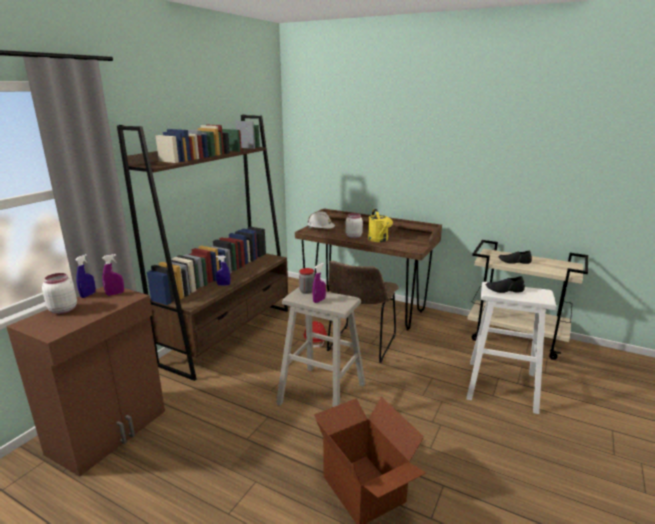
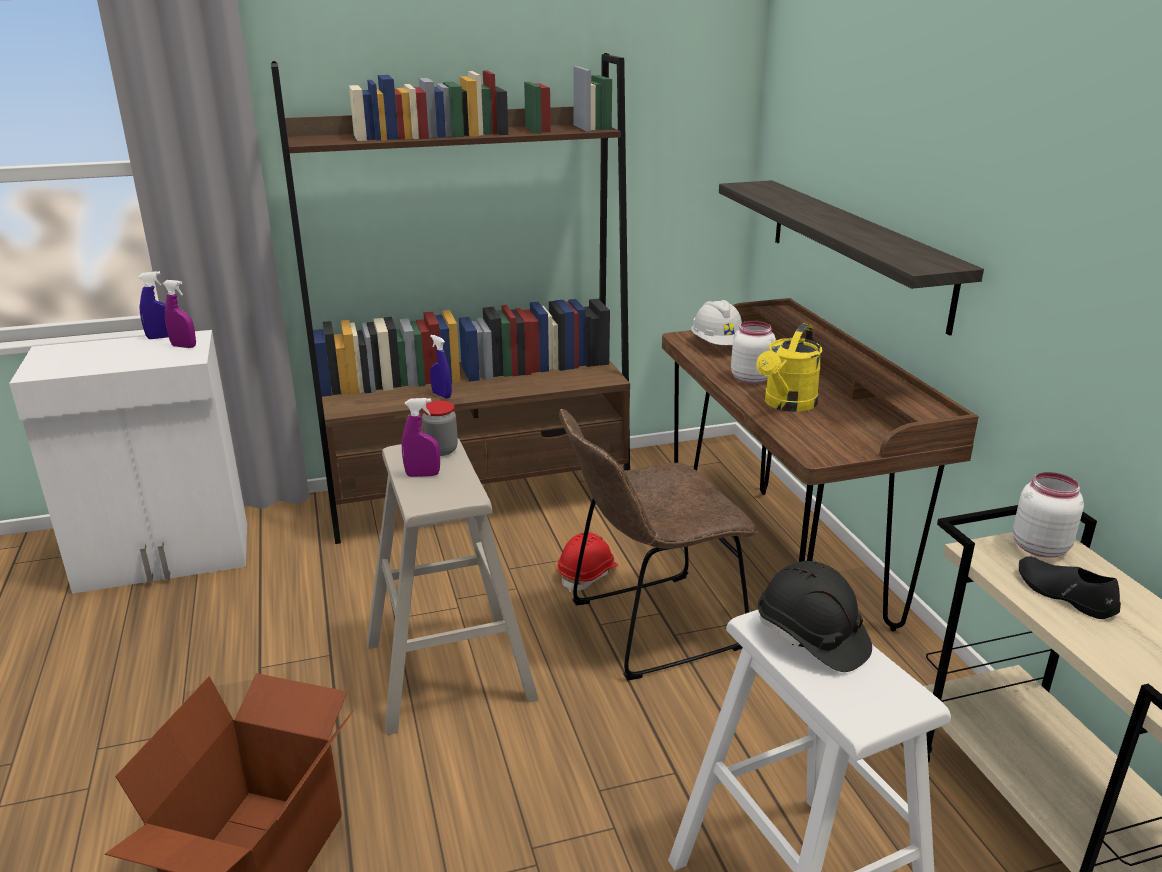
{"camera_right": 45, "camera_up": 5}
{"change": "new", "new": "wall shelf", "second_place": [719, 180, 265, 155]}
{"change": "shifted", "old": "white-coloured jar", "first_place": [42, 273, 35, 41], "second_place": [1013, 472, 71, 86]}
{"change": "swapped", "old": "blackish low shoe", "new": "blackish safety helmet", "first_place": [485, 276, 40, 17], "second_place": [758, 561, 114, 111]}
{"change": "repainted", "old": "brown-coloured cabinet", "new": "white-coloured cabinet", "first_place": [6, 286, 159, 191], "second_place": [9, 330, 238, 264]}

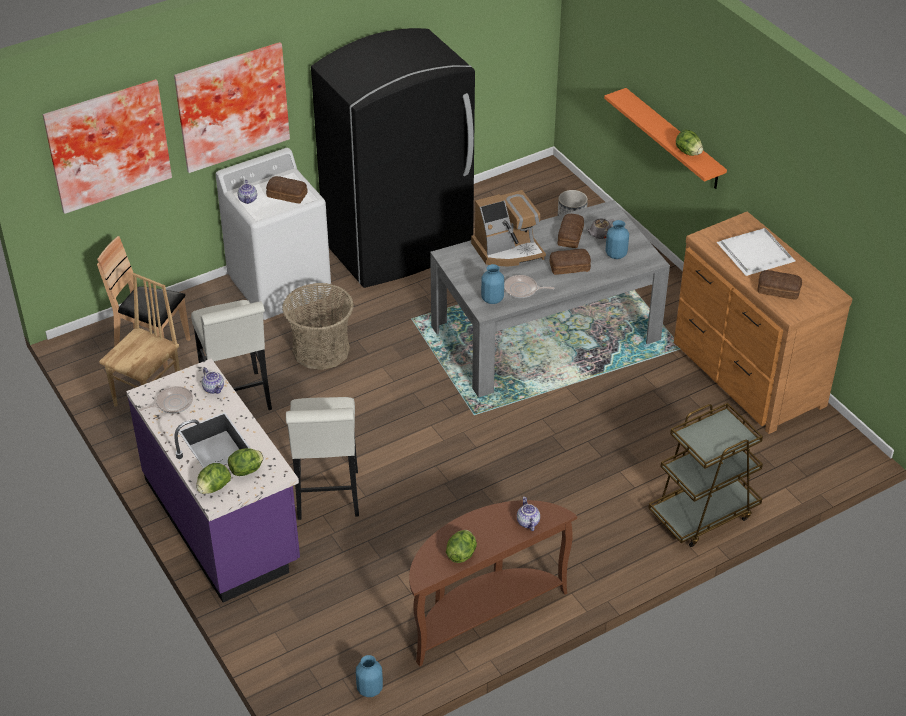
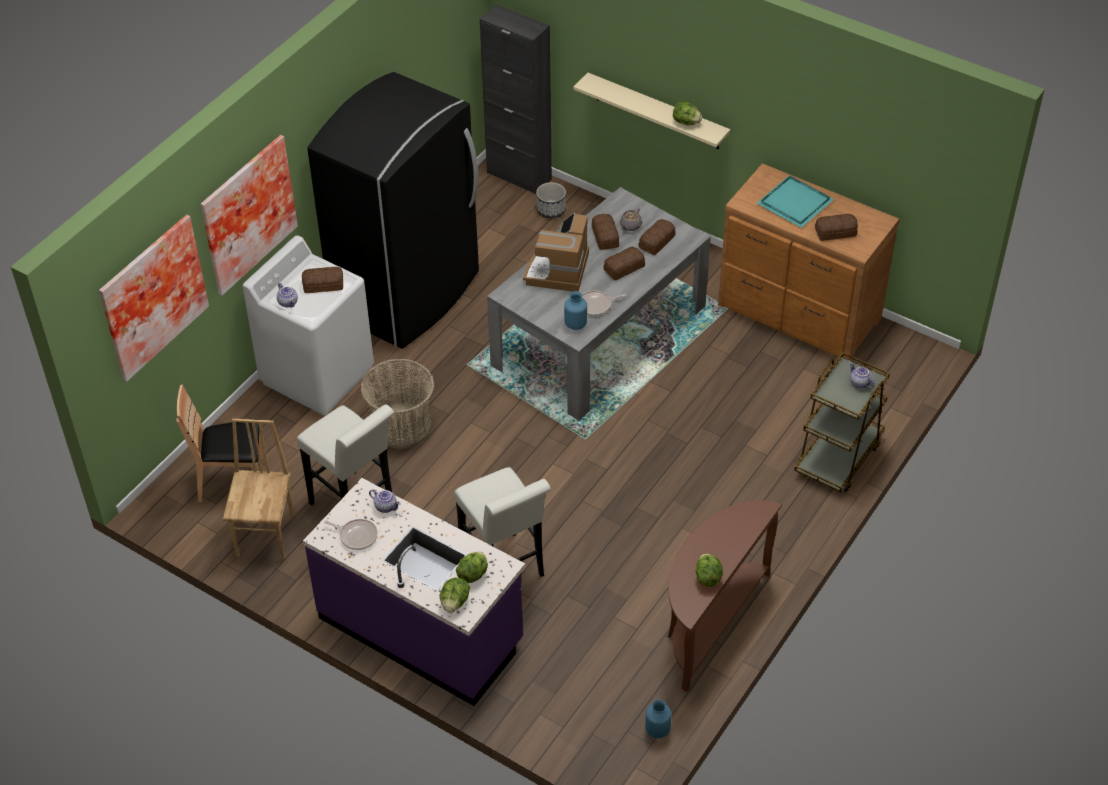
{"camera_right": -25, "camera_up": 5}
{"change": "new", "new": "blackish cabinet", "second_place": [480, 4, 72, 190]}
{"change": "shifted", "old": "teapot", "first_place": [517, 497, 23, 34], "second_place": [849, 362, 25, 27]}
{"change": "swapped", "old": "blue-coloured decorative vase", "new": "bread", "first_place": [606, 220, 23, 39], "second_place": [638, 219, 38, 36]}
{"change": "repainted", "old": "orangey wall shelf", "new": "sand-coloured wall shelf", "first_place": [604, 88, 123, 101], "second_place": [573, 73, 157, 76]}
{"change": "repainted", "old": "white-coloured serving tray", "new": "turquoise serving tray", "first_place": [717, 228, 78, 48], "second_place": [757, 175, 77, 53]}
{"change": "rotated", "old": "pan", "first_place": [139, 386, 54, 27], "second_place": [324, 519, 54, 31], "degrees": 75}
{"change": "rotated", "old": "coffee machine", "first_place": [471, 190, 75, 77], "second_place": [523, 213, 66, 79], "degrees": 150}

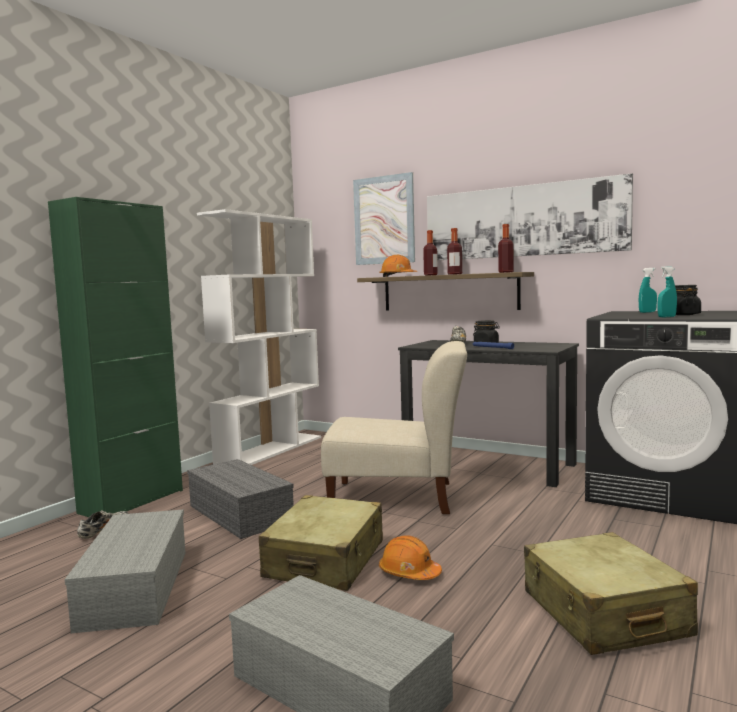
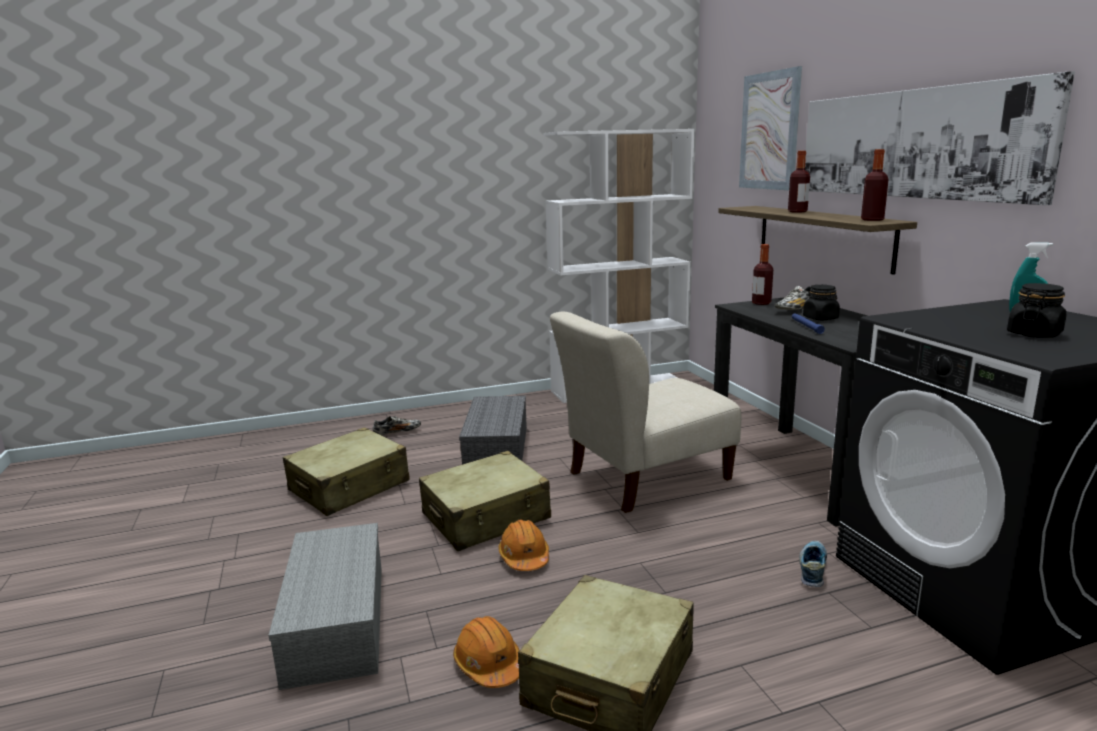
{"camera_right": 40, "camera_up": 10}
{"change": "gone", "old": "green-coloured cabinet", "first_place": [48, 197, 135, 320]}
{"change": "gone", "old": "turquoise sprayer", "first_place": [657, 266, 20, 51]}
{"change": "new", "new": "low shoe", "second_place": [799, 541, 28, 46]}
{"change": "shifted", "old": "orangey safety helmet", "first_place": [379, 255, 39, 22], "second_place": [453, 616, 67, 72]}
{"change": "shifted", "old": "drink bottle", "first_place": [447, 228, 15, 47], "second_place": [752, 244, 21, 61]}
{"change": "swapped", "old": "gray storage container", "new": "sand-coloured travel case", "first_place": [65, 509, 121, 124], "second_place": [283, 427, 127, 89]}
{"change": "rotated", "old": "sand-coloured plain chair", "first_place": [321, 341, 146, 173], "second_place": [550, 312, 191, 201], "degrees": 105}

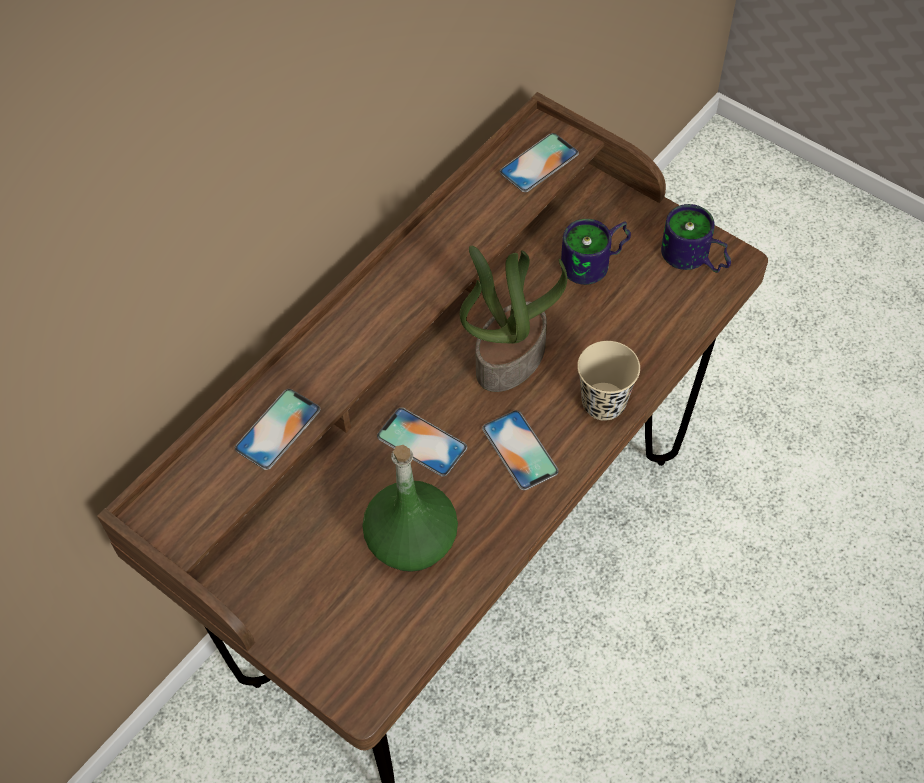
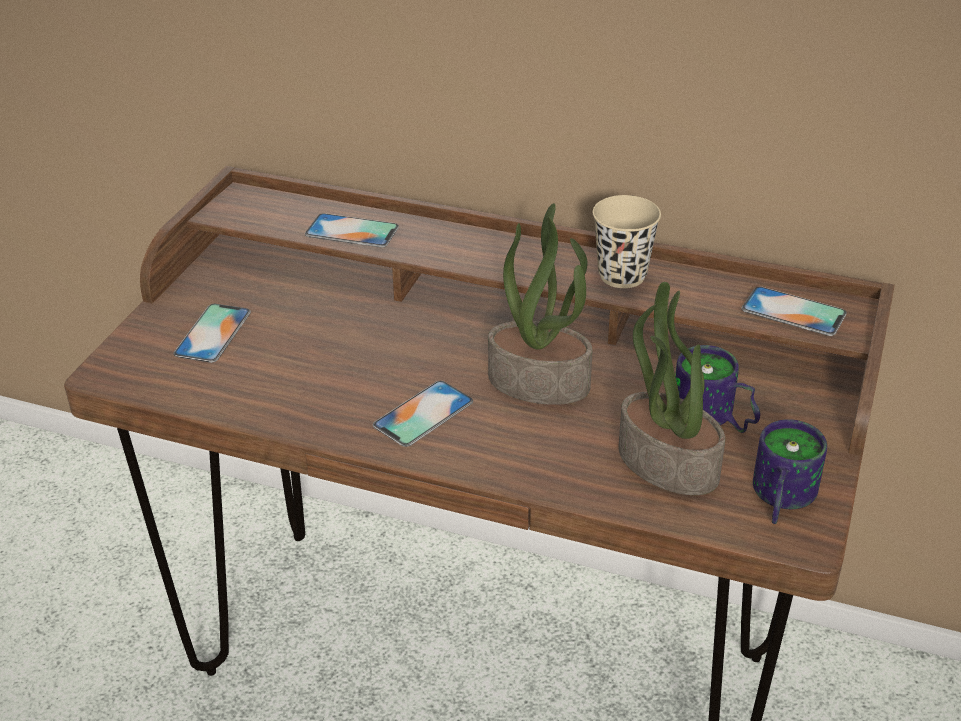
{"camera_right": 70, "camera_up": -20}
{"change": "gone", "old": "green-coloured drink bottle", "first_place": [362, 445, 96, 127]}
{"change": "new", "new": "potted plant", "second_place": [618, 282, 107, 213]}
{"change": "shifted", "old": "phone", "first_place": [377, 407, 90, 69], "second_place": [173, 304, 78, 59]}
{"change": "shifted", "old": "sand-coloured drinking cup", "first_place": [577, 341, 63, 80], "second_place": [593, 195, 68, 93]}

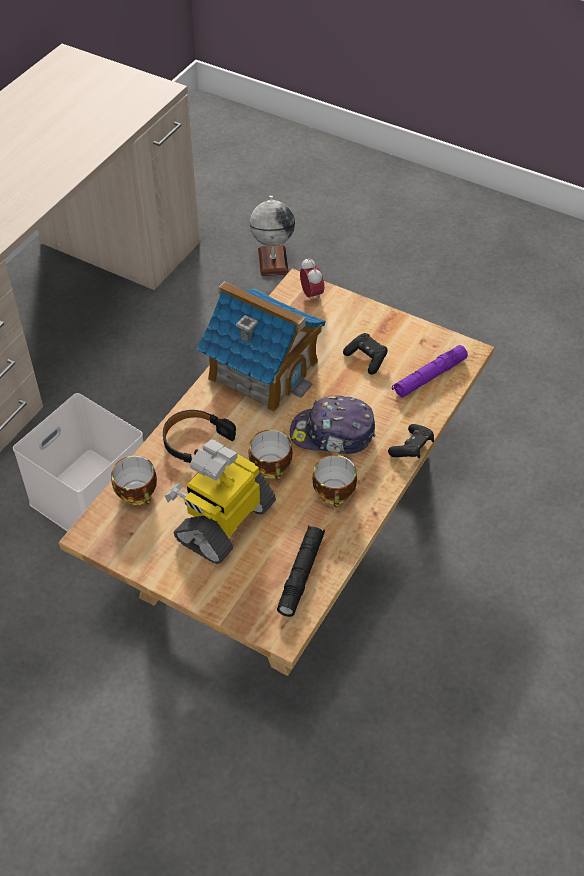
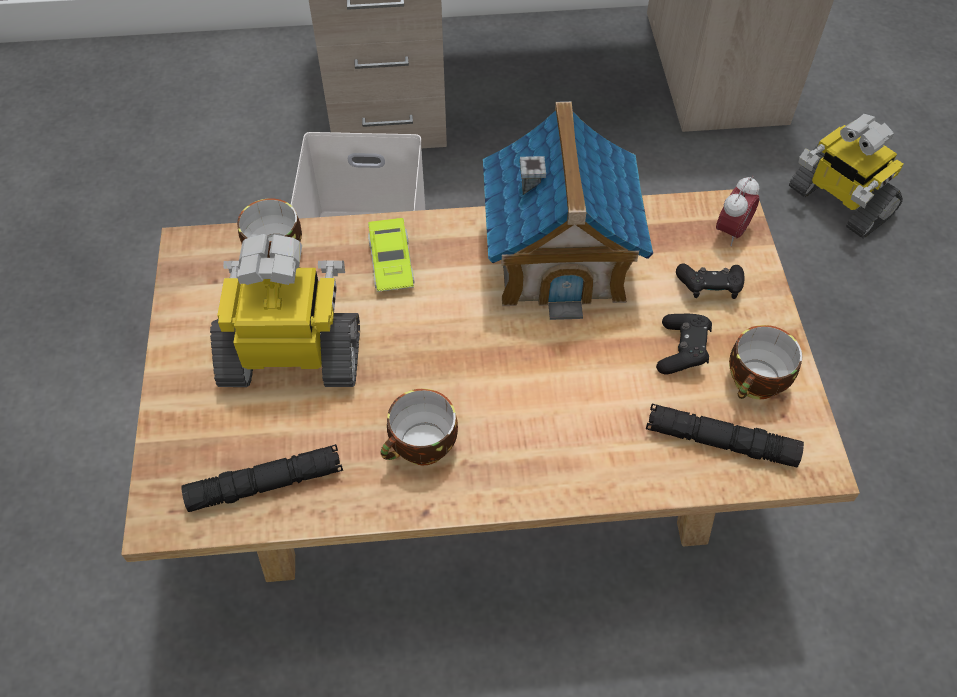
{"camera_right": 55, "camera_up": 5}
{"change": "gone", "old": "baseball cap", "first_place": [290, 395, 86, 59]}
{"change": "shifted", "old": "drinking cup", "first_place": [248, 430, 44, 50], "second_place": [729, 325, 73, 74]}
{"change": "shifted", "old": "blackish gamepad", "first_place": [388, 424, 46, 34], "second_place": [676, 263, 69, 36]}
{"change": "swapped", "old": "blackish headset", "new": "green-coloured miniature car", "first_place": [163, 410, 73, 53], "second_place": [368, 218, 47, 74]}
{"change": "swapped", "old": "globe", "new": "robot figure", "first_place": [250, 196, 45, 80], "second_place": [789, 114, 115, 125]}
{"change": "repainted", "old": "purplish torch", "new": "blackish torch", "first_place": [392, 345, 76, 53], "second_place": [646, 404, 158, 64]}

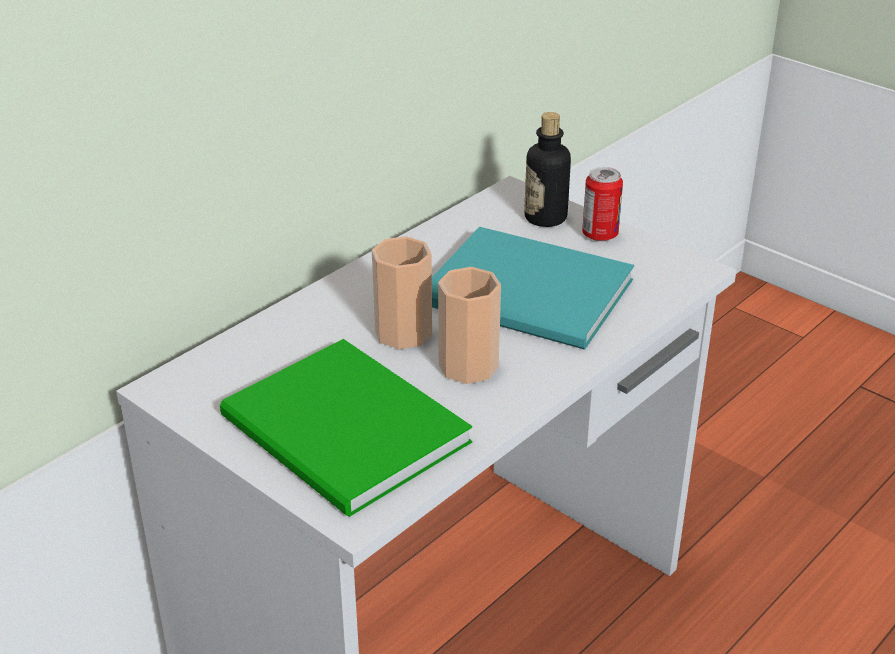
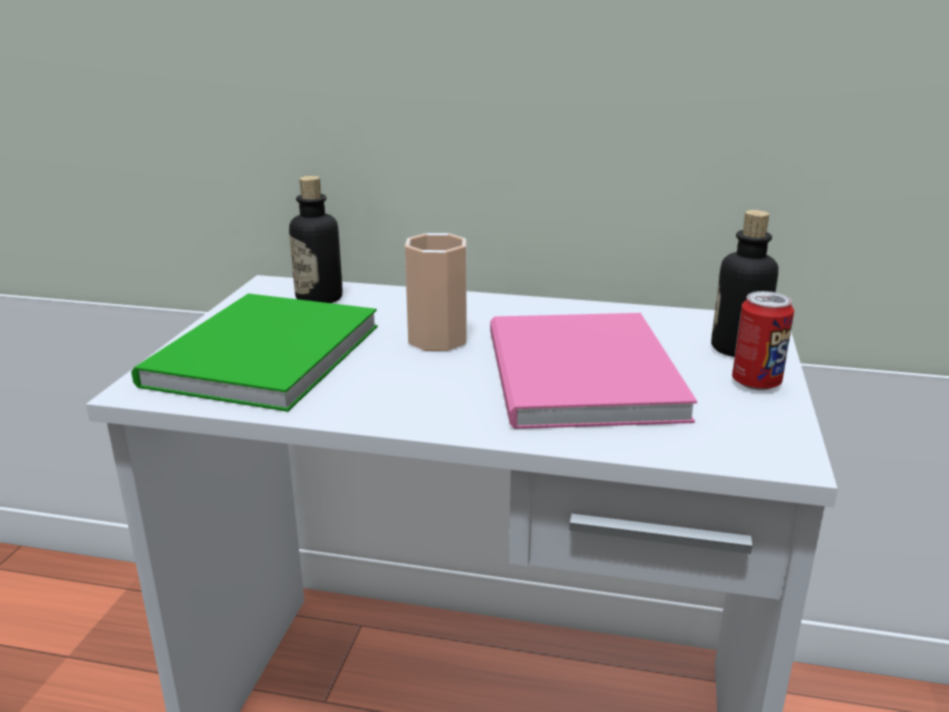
{"camera_right": 60, "camera_up": -10}
{"change": "gone", "old": "drinking cup", "first_place": [438, 267, 63, 117]}
{"change": "new", "new": "drink bottle", "second_place": [289, 176, 53, 127]}
{"change": "repainted", "old": "turquoise bound book", "new": "pink bound book", "first_place": [432, 227, 202, 123], "second_place": [490, 313, 207, 116]}

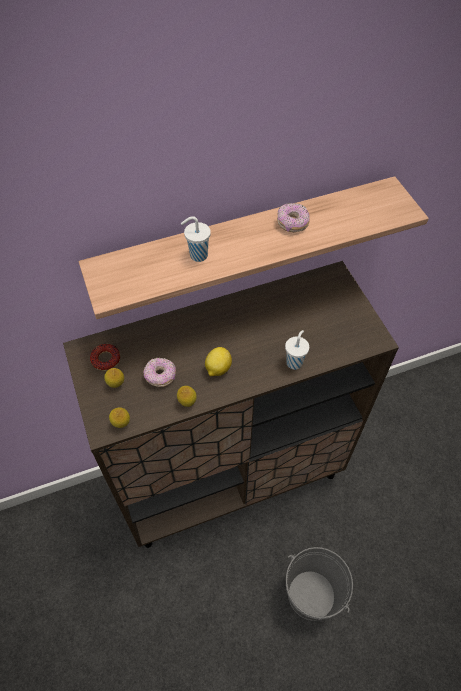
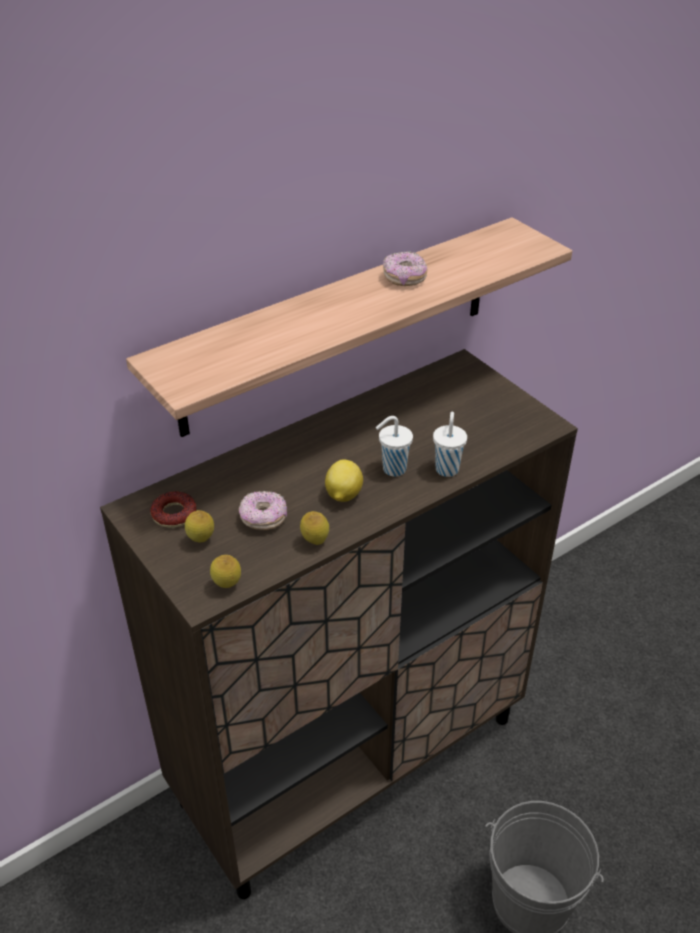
{"camera_right": -15, "camera_up": -15}
{"change": "shifted", "old": "white-coloured drinking cup", "first_place": [181, 216, 30, 46], "second_place": [376, 416, 37, 61]}

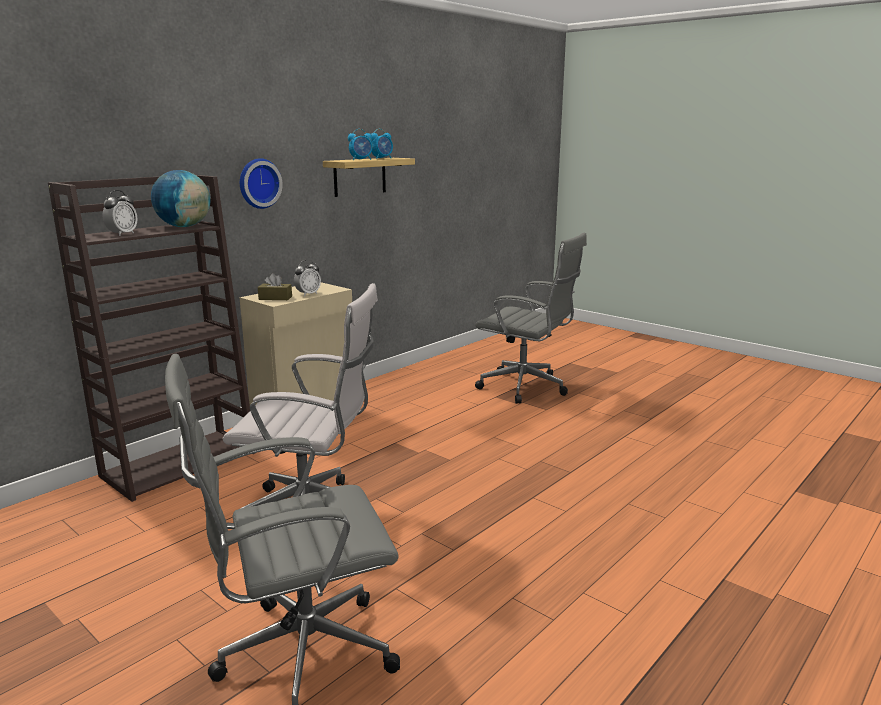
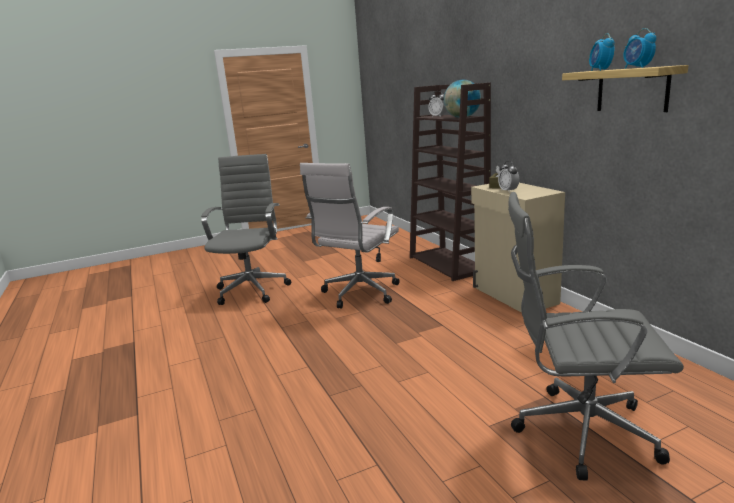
{"camera_right": 115, "camera_up": 0}
{"change": "gone", "old": "wall clock", "first_place": [240, 158, 43, 51]}
{"change": "rotated", "old": "gray office chair", "first_place": [475, 233, 112, 171], "second_place": [508, 192, 176, 289], "degrees": 45}

